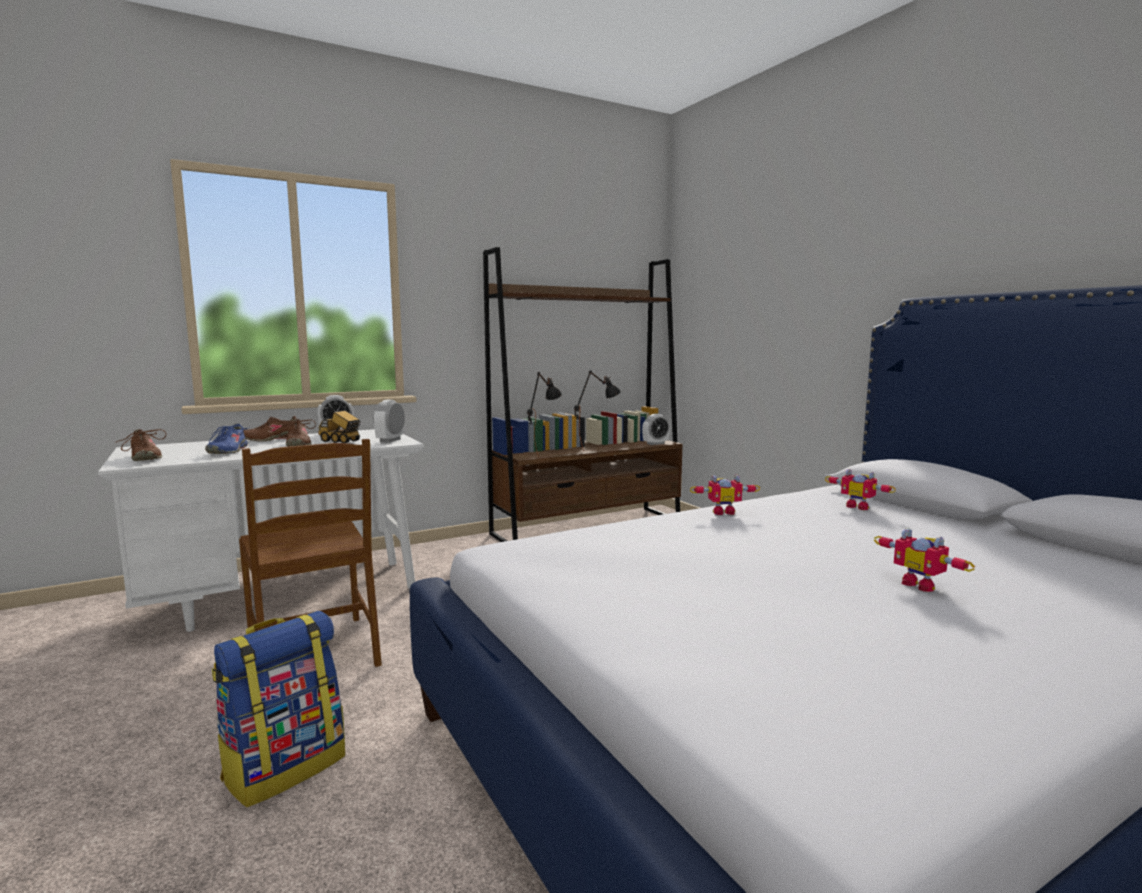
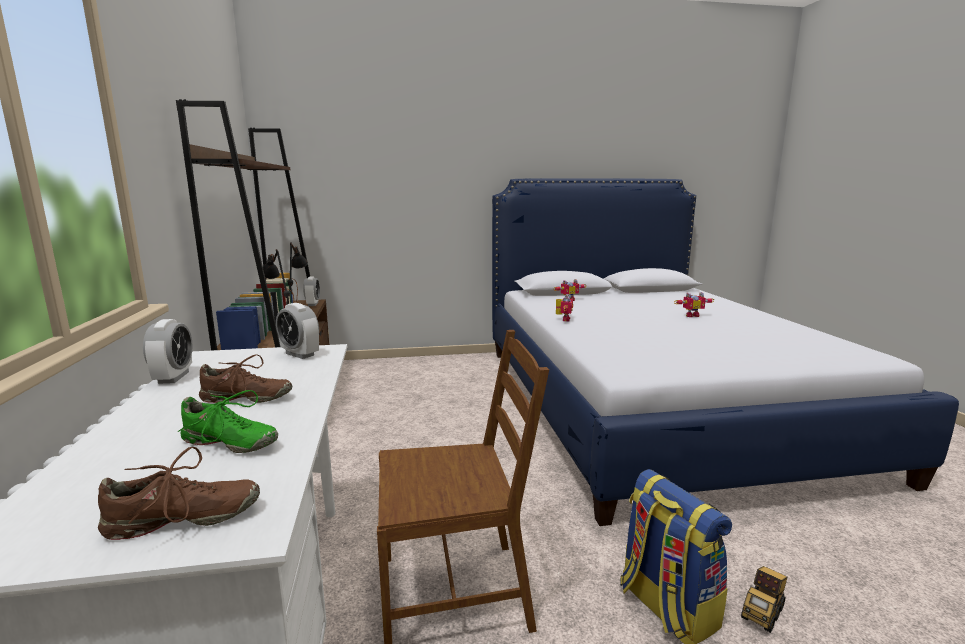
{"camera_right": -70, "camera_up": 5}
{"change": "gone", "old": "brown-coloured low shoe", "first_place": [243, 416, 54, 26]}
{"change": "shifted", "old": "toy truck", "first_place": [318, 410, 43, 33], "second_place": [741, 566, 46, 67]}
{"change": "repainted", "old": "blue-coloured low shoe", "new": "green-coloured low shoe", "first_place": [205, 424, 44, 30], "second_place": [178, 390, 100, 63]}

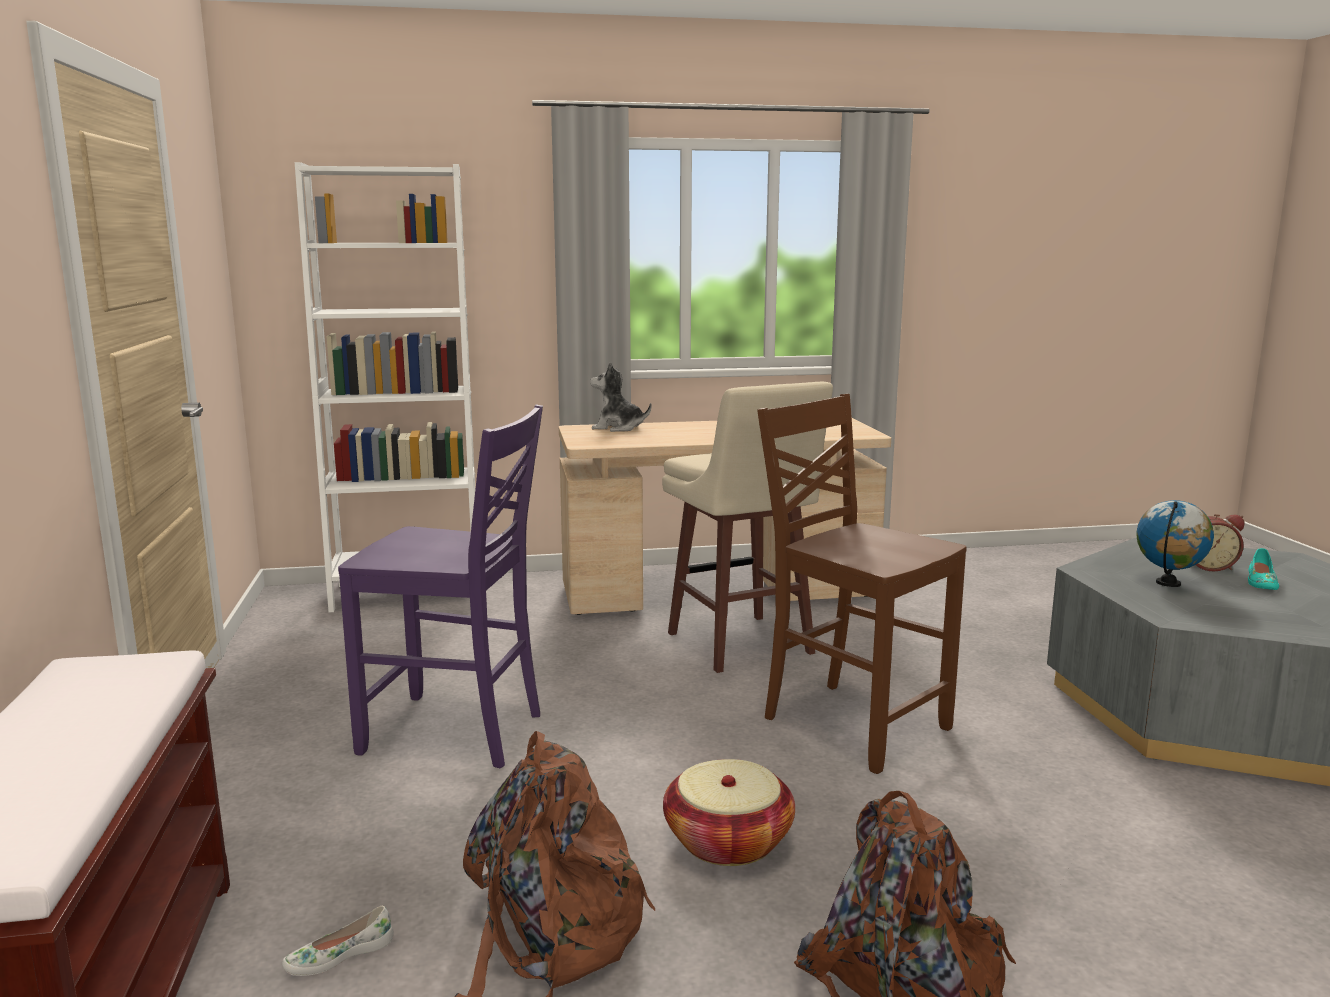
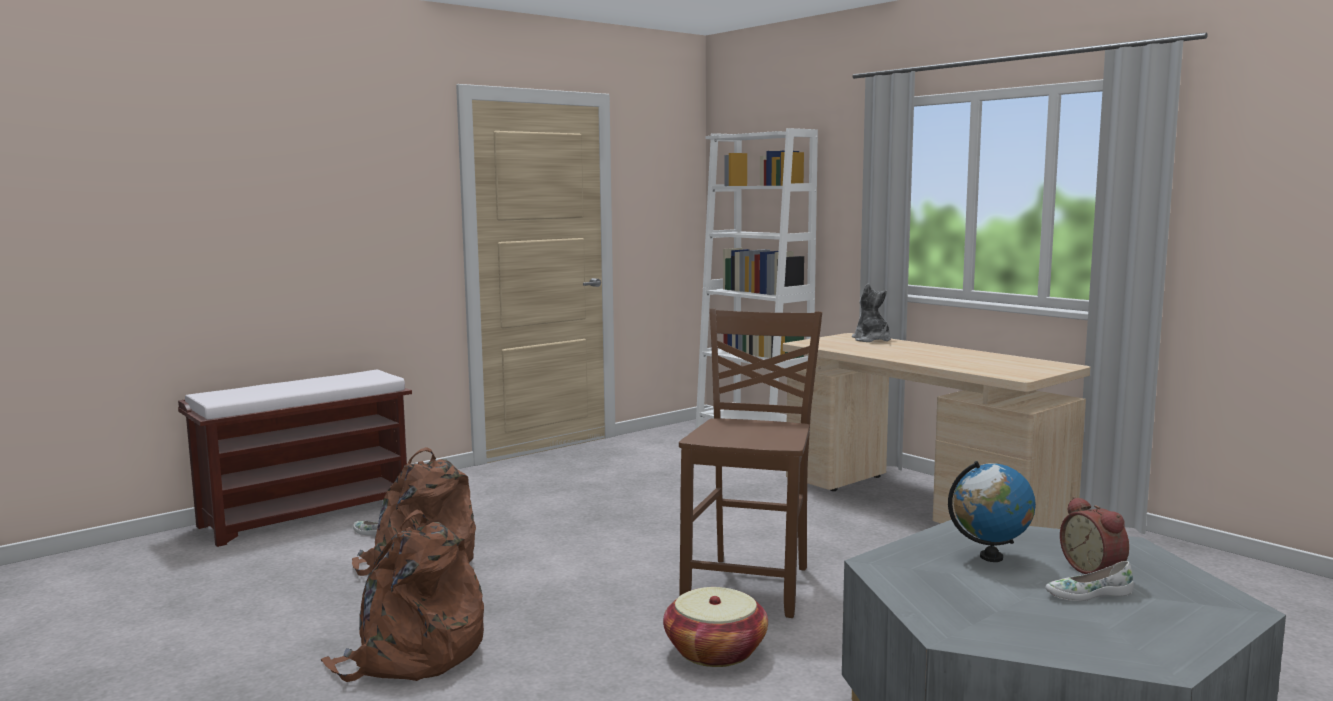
{"camera_right": 60, "camera_up": -5}
{"change": "gone", "old": "purplish plain chair", "first_place": [338, 405, 205, 363]}
{"change": "gone", "old": "sand-coloured stool seat", "first_place": [662, 382, 171, 291]}
{"change": "shifted", "old": "storage basket", "first_place": [663, 759, 132, 107], "second_place": [663, 587, 105, 80]}
{"change": "repainted", "old": "turquoise low shoe", "new": "white-coloured low shoe", "first_place": [1248, 548, 31, 42], "second_place": [1045, 561, 89, 40]}

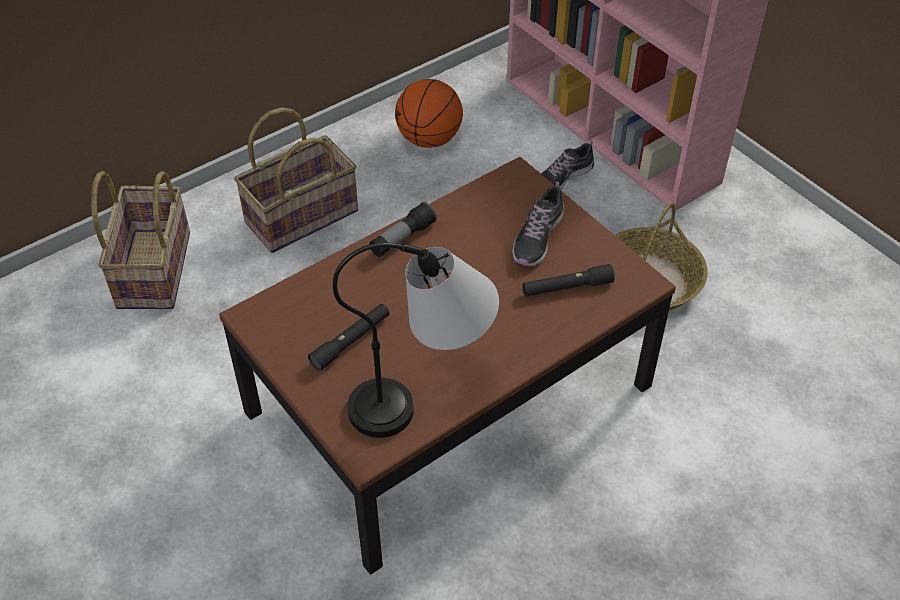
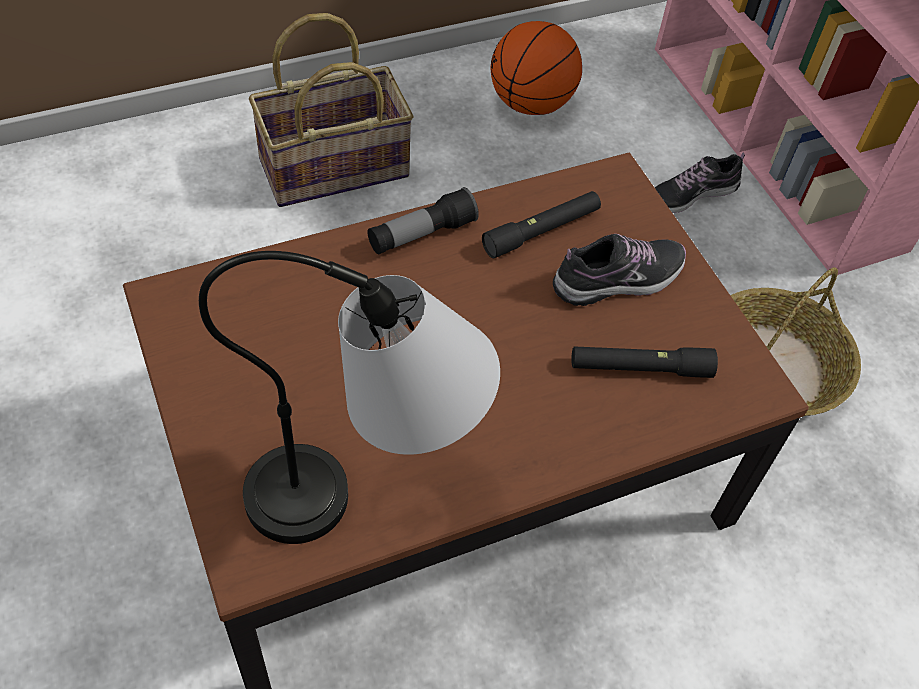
{"camera_right": 10, "camera_up": 5}
{"change": "gone", "old": "storage basket", "first_place": [91, 171, 99, 138]}
{"change": "shifted", "old": "blackish torch", "first_place": [308, 304, 81, 67], "second_place": [482, 191, 119, 67]}
{"change": "rotated", "old": "low shoe", "first_place": [512, 181, 52, 85], "second_place": [553, 234, 133, 72], "degrees": -150}

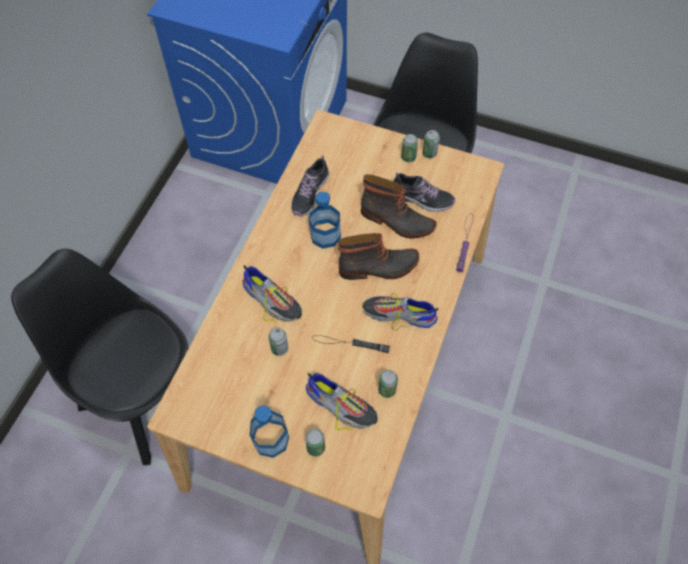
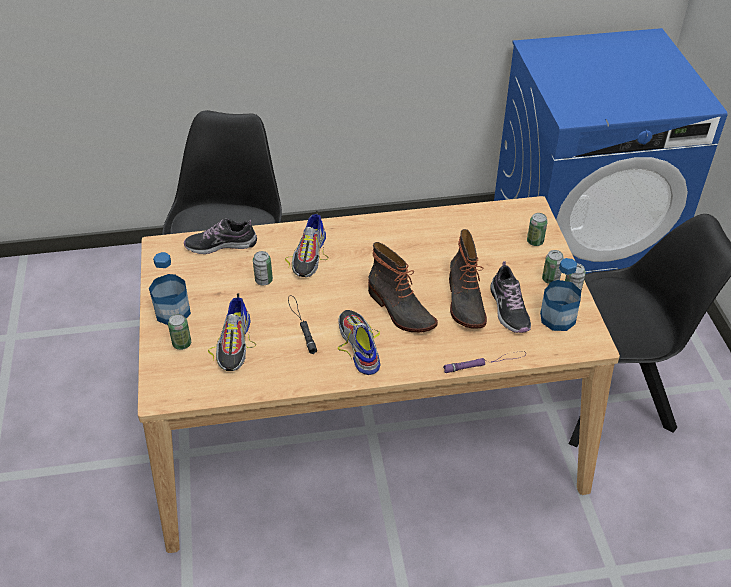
{"camera_right": 60, "camera_up": -15}
{"change": "shifted", "old": "low shoe", "first_place": [291, 155, 38, 61], "second_place": [184, 219, 73, 35]}
{"change": "shifted", "old": "drink bottle", "first_place": [309, 192, 32, 57], "second_place": [540, 258, 41, 73]}
{"change": "shifted", "old": "metal can", "first_place": [378, 370, 20, 28], "second_place": [527, 213, 21, 33]}

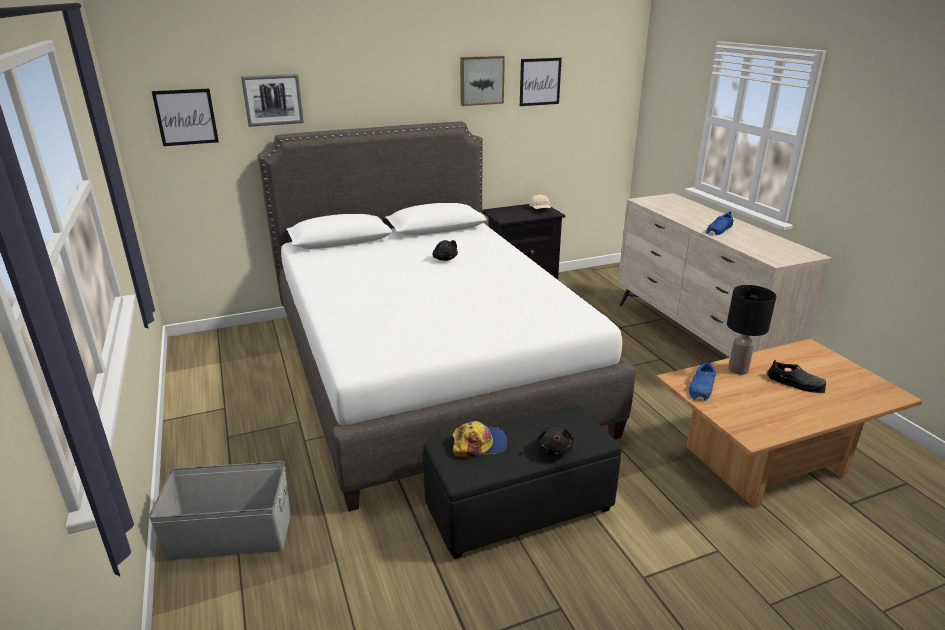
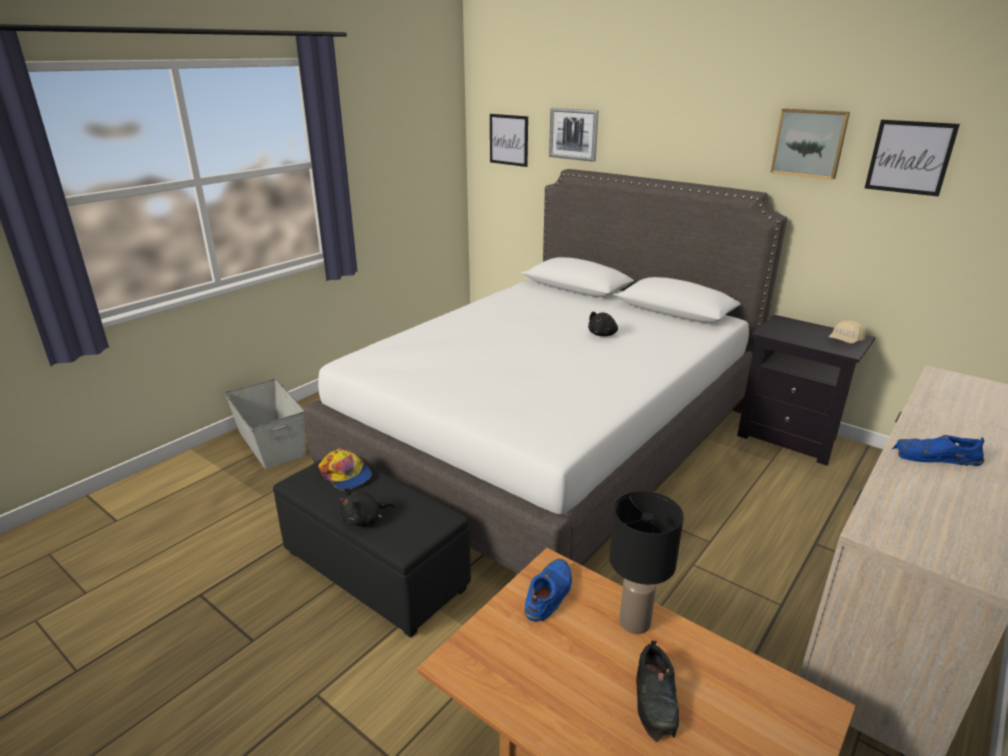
{"camera_right": 60, "camera_up": 0}
{"change": "rotated", "old": "blue-coloured low shoe", "first_place": [689, 360, 27, 41], "second_place": [525, 559, 47, 63], "degrees": 120}

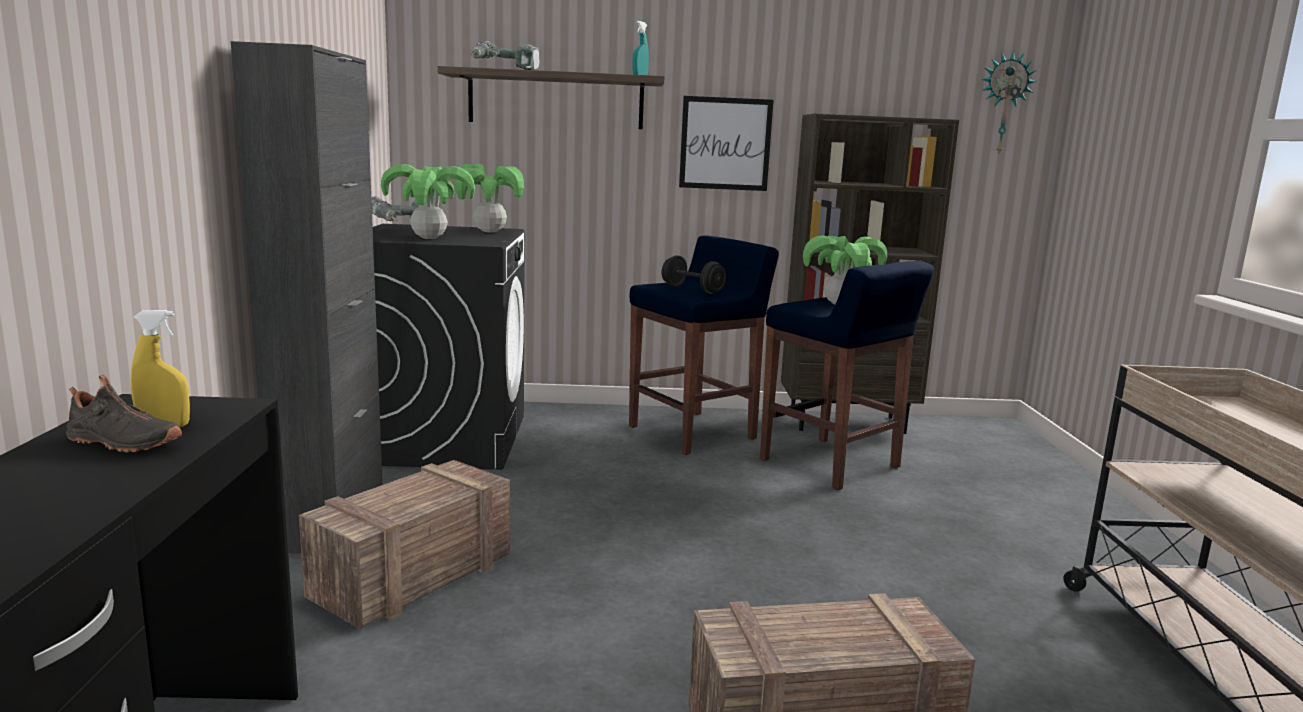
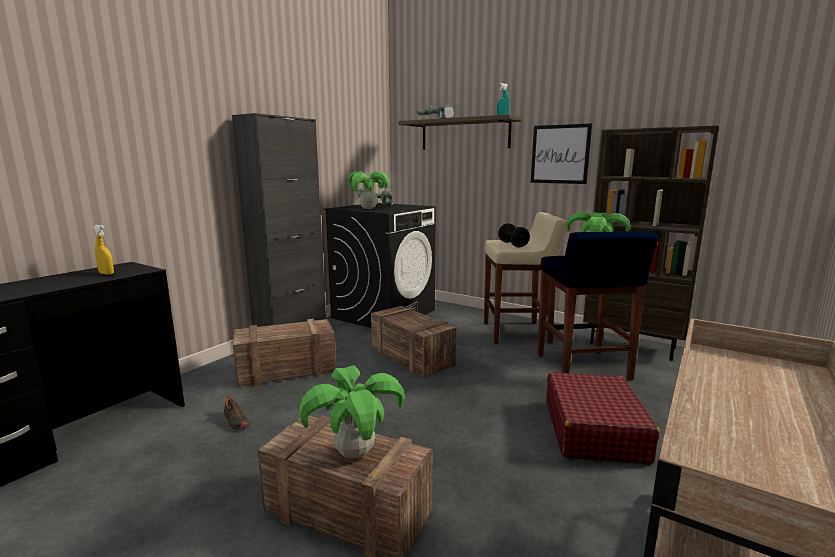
{"camera_right": 35, "camera_up": 0}
{"change": "gone", "old": "wall clock", "first_place": [982, 51, 54, 102]}
{"change": "new", "new": "crate", "second_place": [371, 306, 85, 71]}
{"change": "new", "new": "red-coloured travel case", "second_place": [546, 372, 114, 93]}
{"change": "shifted", "old": "blackish low shoe", "first_place": [66, 374, 116, 78], "second_place": [224, 396, 25, 33]}
{"change": "shifted", "old": "potted plant", "first_place": [456, 164, 68, 69], "second_place": [299, 365, 106, 94]}
{"change": "repainted", "old": "blue-coloured stool seat", "new": "sand-coloured stool seat", "first_place": [629, 235, 150, 220], "second_place": [484, 212, 83, 132]}

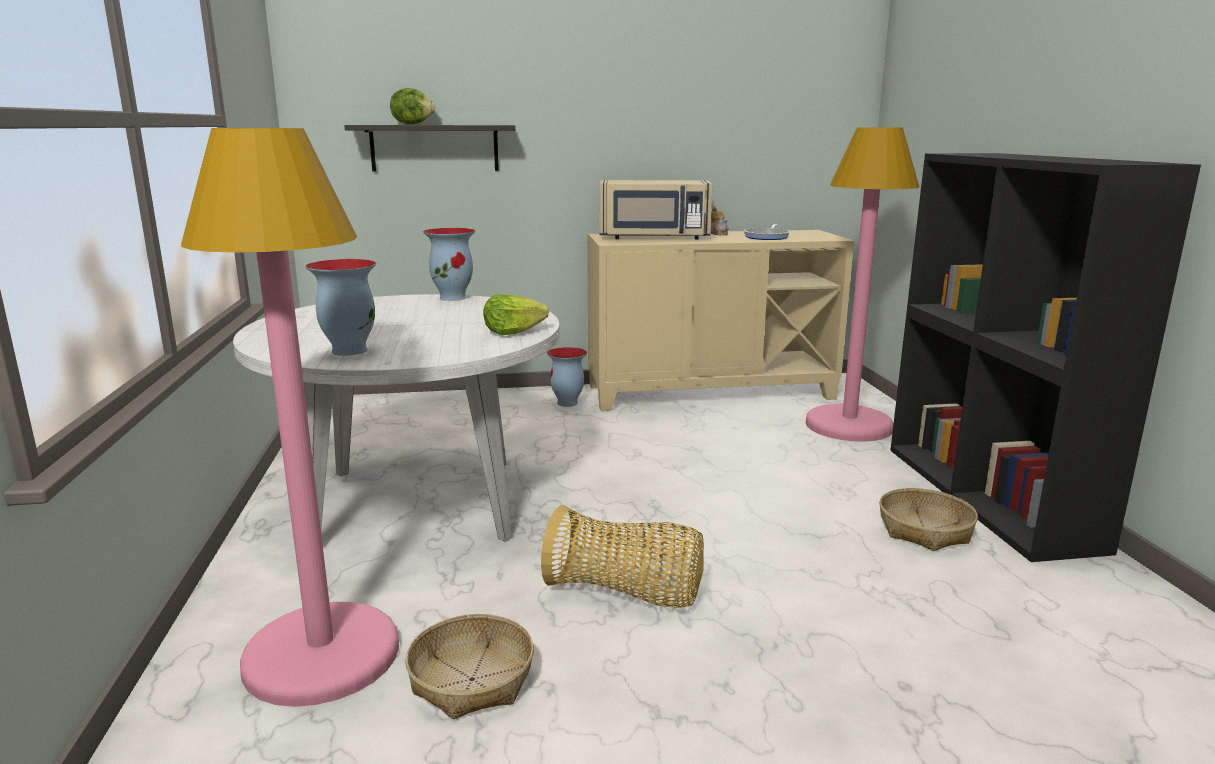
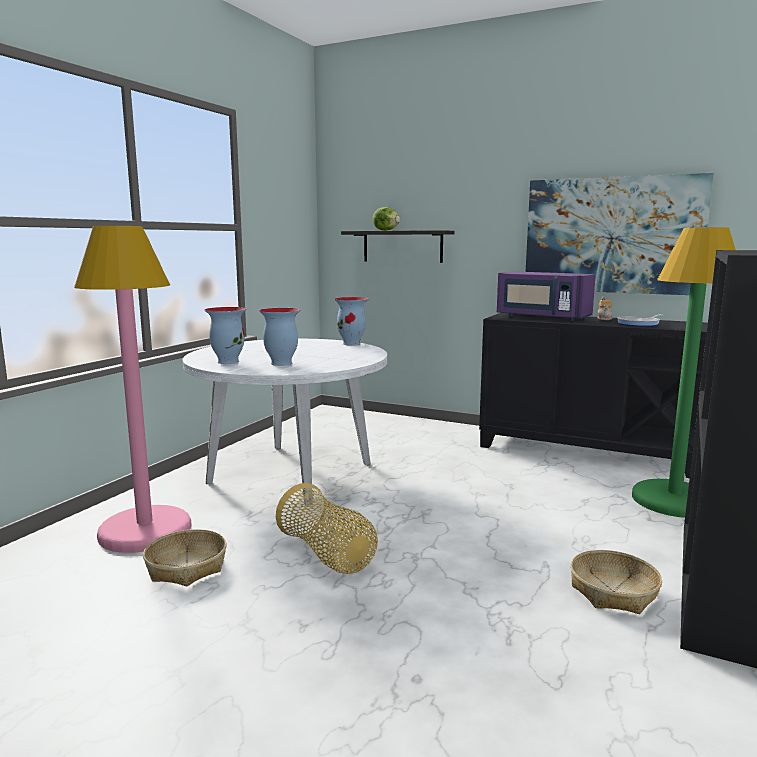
{"camera_right": 35, "camera_up": -5}
{"change": "gone", "old": "head of lettuce", "first_place": [483, 294, 66, 41]}
{"change": "new", "new": "wall picture", "second_place": [526, 173, 188, 122]}
{"change": "shifted", "old": "decorative vase", "first_place": [547, 347, 40, 60], "second_place": [259, 308, 41, 58]}
{"change": "repainted", "old": "sand-coloured cabinet", "new": "blackish cabinet", "first_place": [587, 230, 267, 181], "second_place": [479, 313, 229, 165]}
{"change": "repainted", "old": "sand-coloured microwave", "new": "purplish microwave", "first_place": [599, 180, 113, 60], "second_place": [497, 272, 99, 49]}
{"change": "repainted", "old": "pink floor lamp", "new": "green-coloured floor lamp", "first_place": [805, 127, 114, 315], "second_place": [632, 227, 104, 291]}

